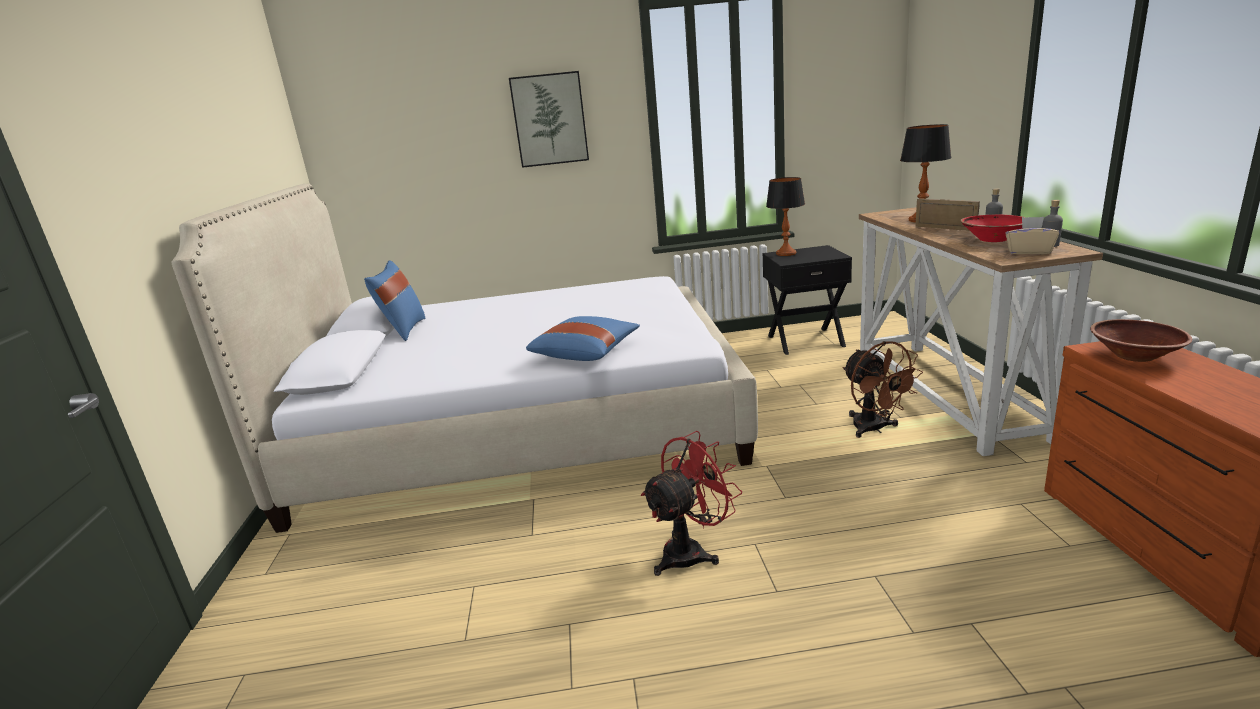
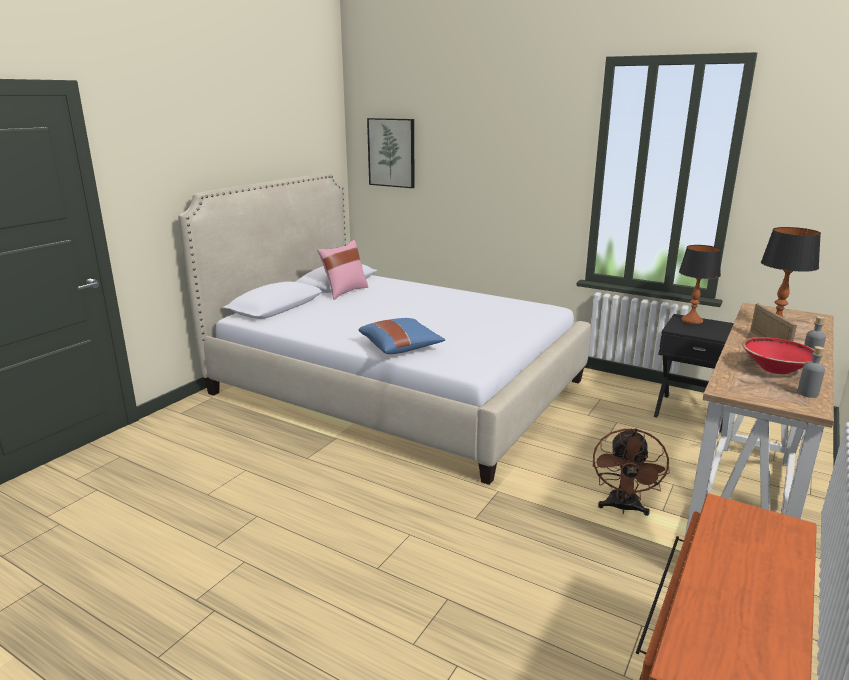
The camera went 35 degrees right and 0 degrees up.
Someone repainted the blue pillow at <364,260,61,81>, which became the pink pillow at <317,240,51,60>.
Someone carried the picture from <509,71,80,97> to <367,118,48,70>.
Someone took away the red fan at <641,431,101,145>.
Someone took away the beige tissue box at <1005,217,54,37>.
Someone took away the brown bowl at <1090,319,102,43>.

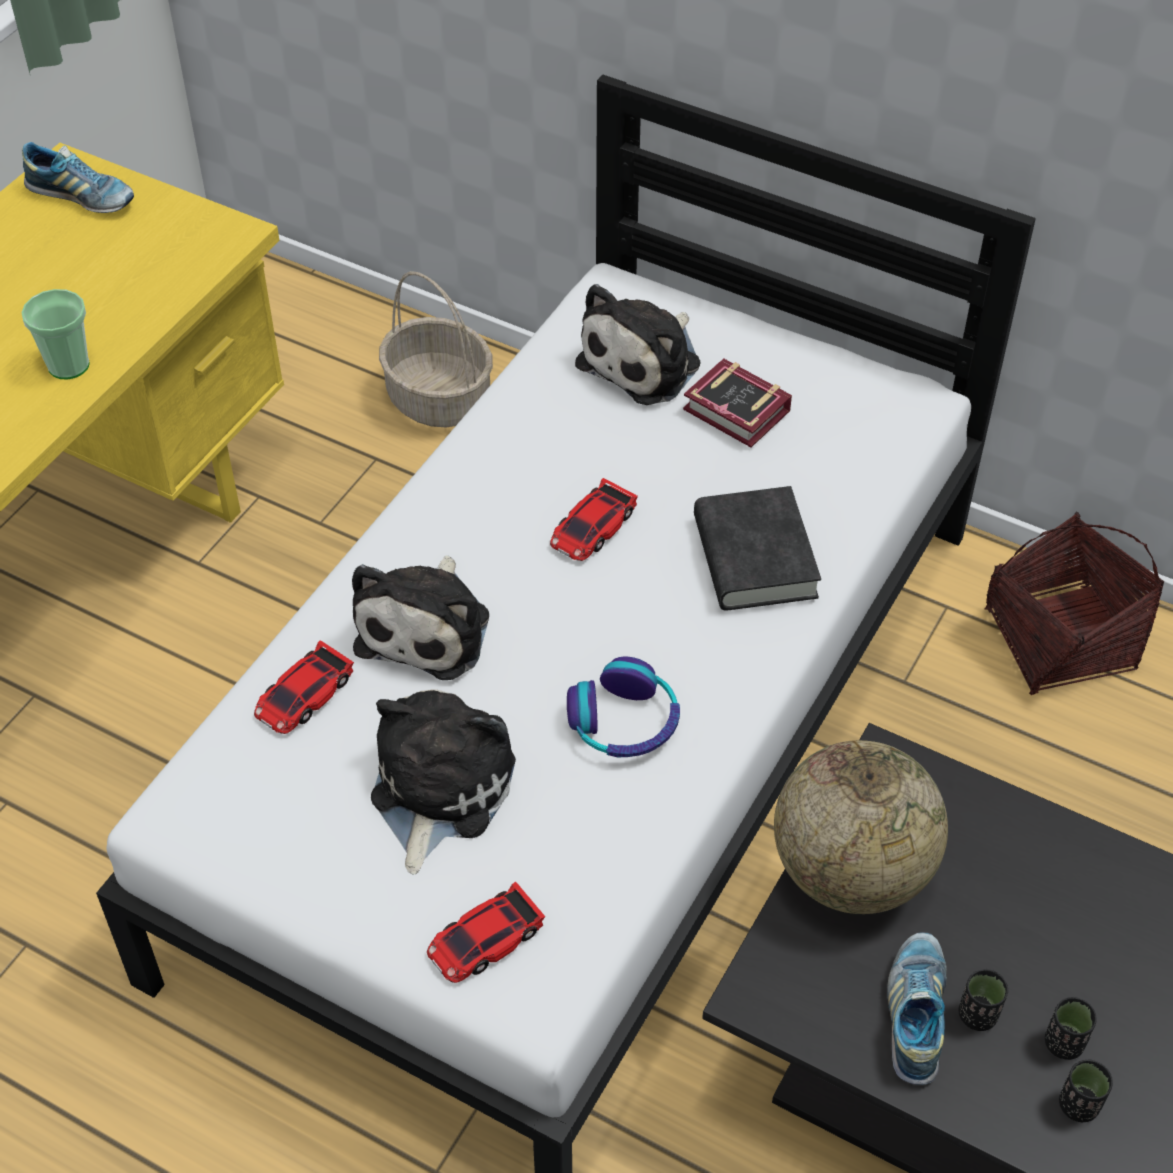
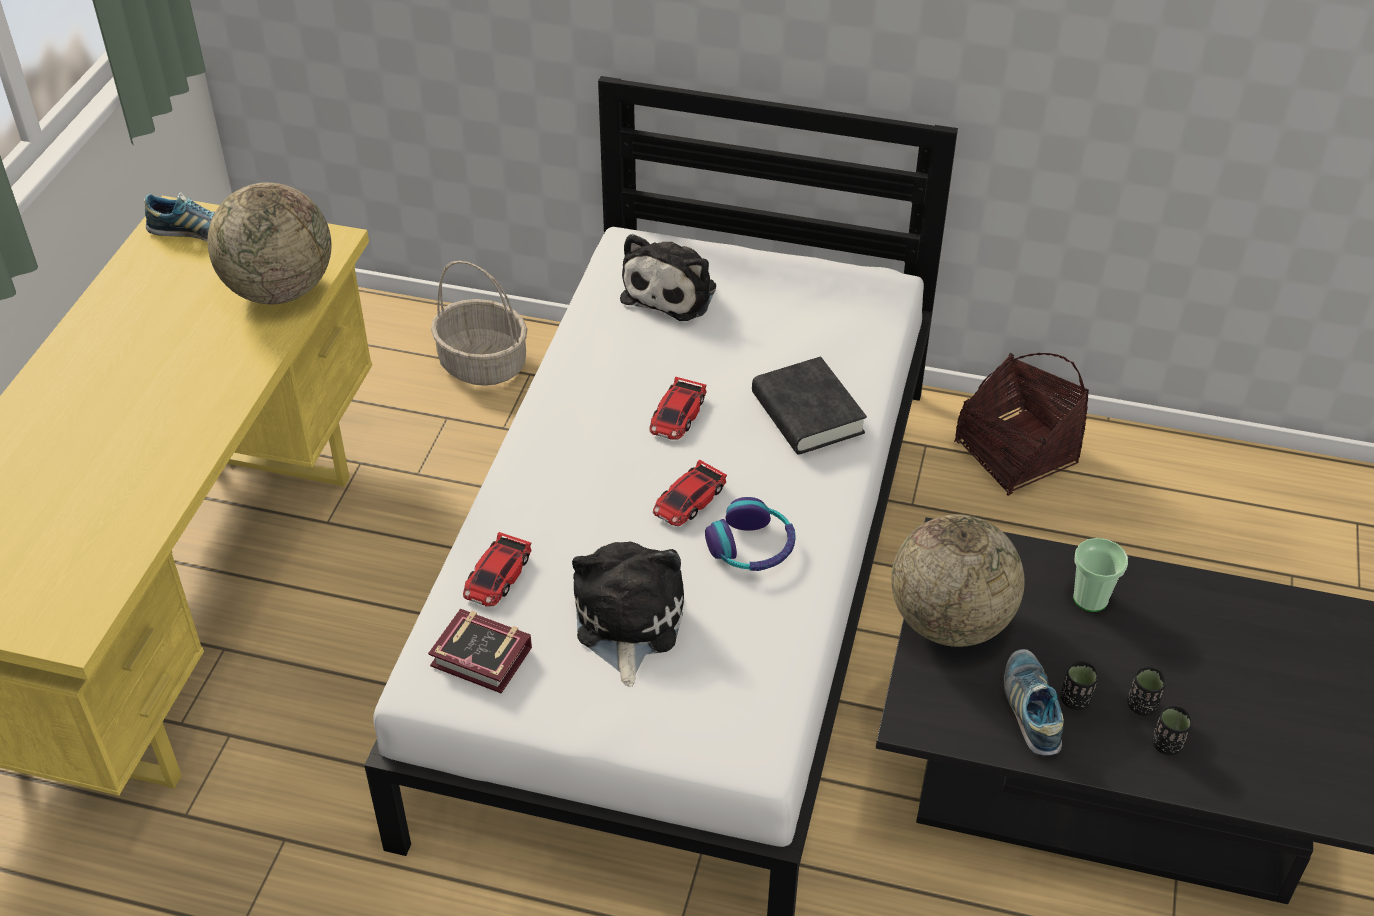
The camera went 15 degrees left and 5 degrees down.
Someone carried the cup from <21,289,69,90> to <1073,538,55,74>.
Someone took away the plush toy at <352,556,137,124>.
Someone carried the toy car from <427,882,118,101> to <653,460,74,66>.
Someone carried the book from <683,358,109,89> to <428,609,104,85>.
Someone put down the globe at <207,182,124,122>.

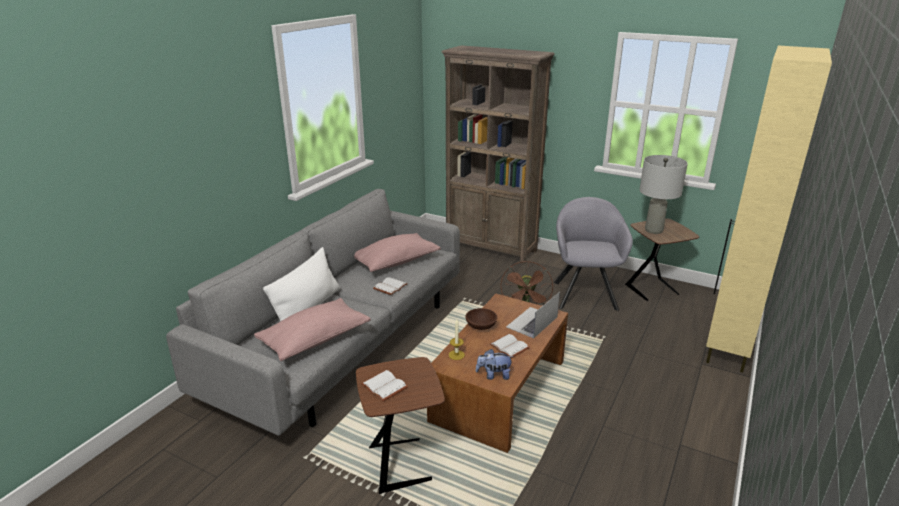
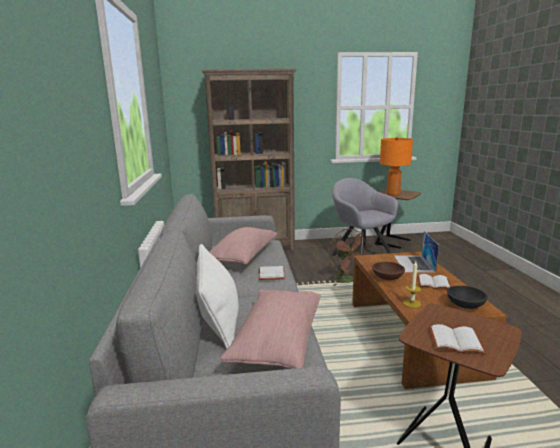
The camera went 35 degrees left and 10 degrees down.
Someone swapped the plush toy at <475,349,38,31> for the black bowl at <447,286,41,23>.
Someone repainted the grey table lamp at <639,155,49,79>, which became the orange table lamp at <380,137,33,59>.
Someone took away the beige cabinet at <706,45,126,328>.

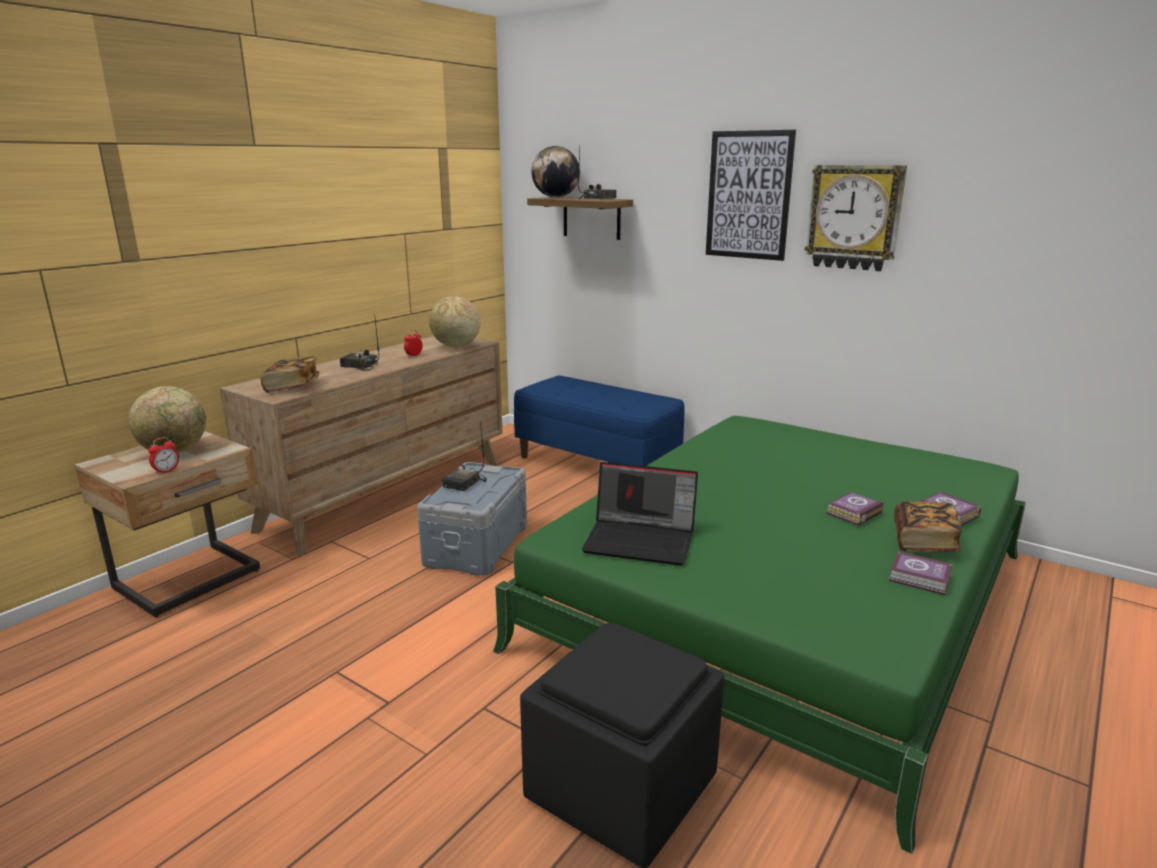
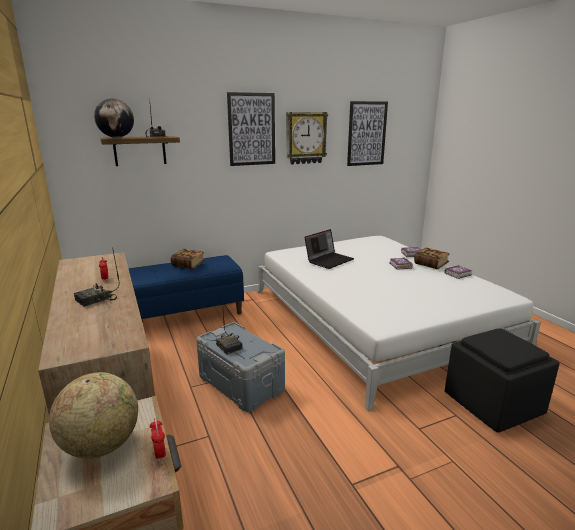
The camera went 60 degrees left and 0 degrees up.
Someone carried the book from <261,357,59,36> to <171,249,34,20>.
Someone took away the globe at <429,296,51,51>.
Someone repainted the green bed at <493,416,533,438>, which became the white bed at <257,236,284,175>.
Someone carried the laptop from <582,462,116,104> to <304,229,50,40>.
Someone put up the picture at <347,101,41,65>.

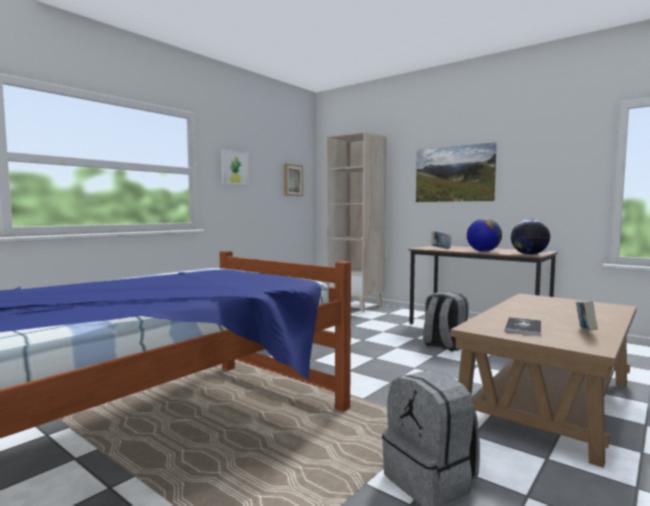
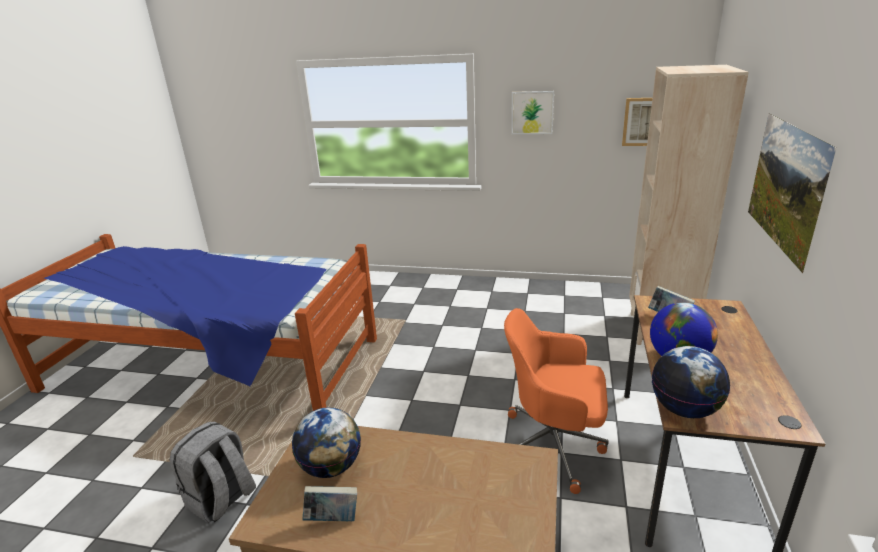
The camera went 65 degrees right and 20 degrees up.
Someone swapped the grey backpack at <423,291,46,60> for the orange office chair at <504,308,105,186>.
Someone swapped the book at <505,317,36,19> for the globe at <292,408,69,70>.

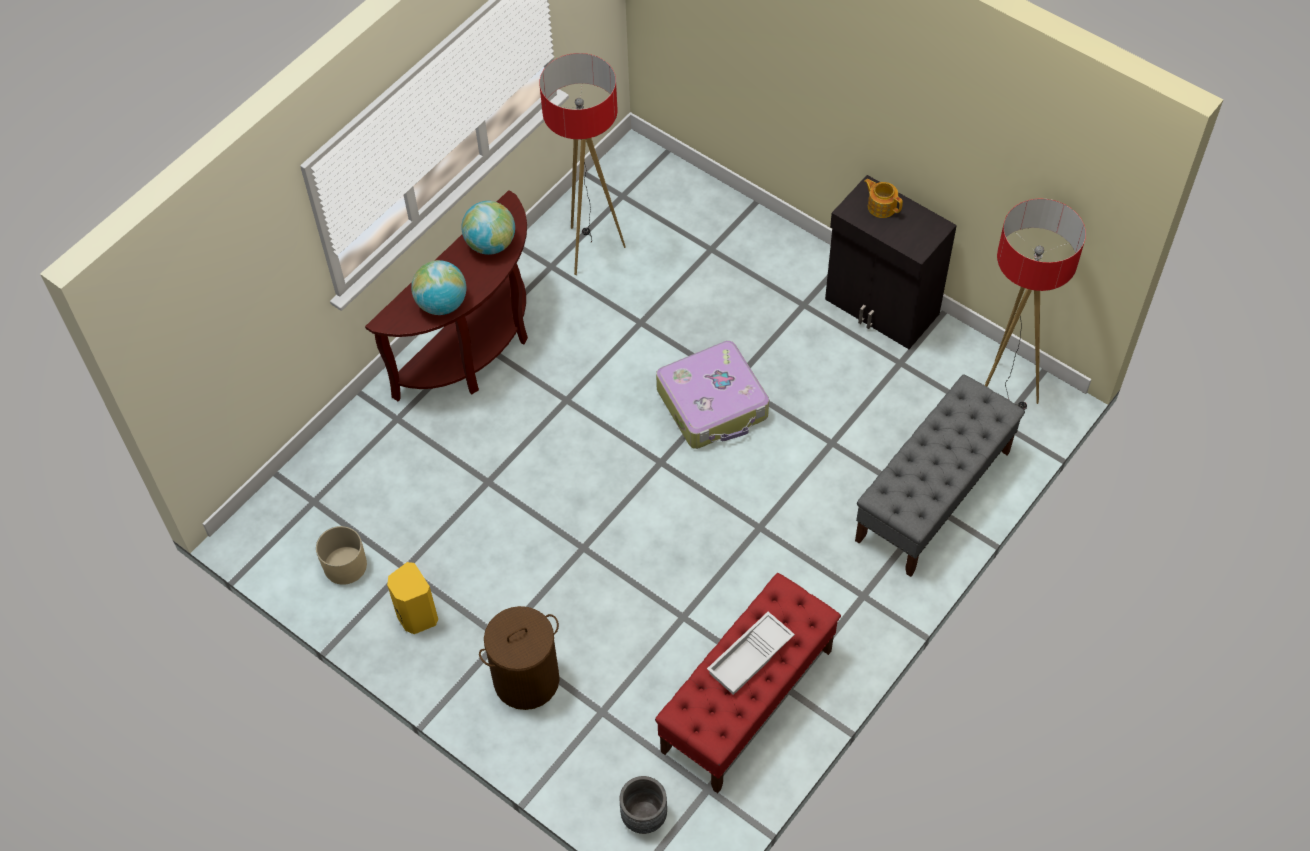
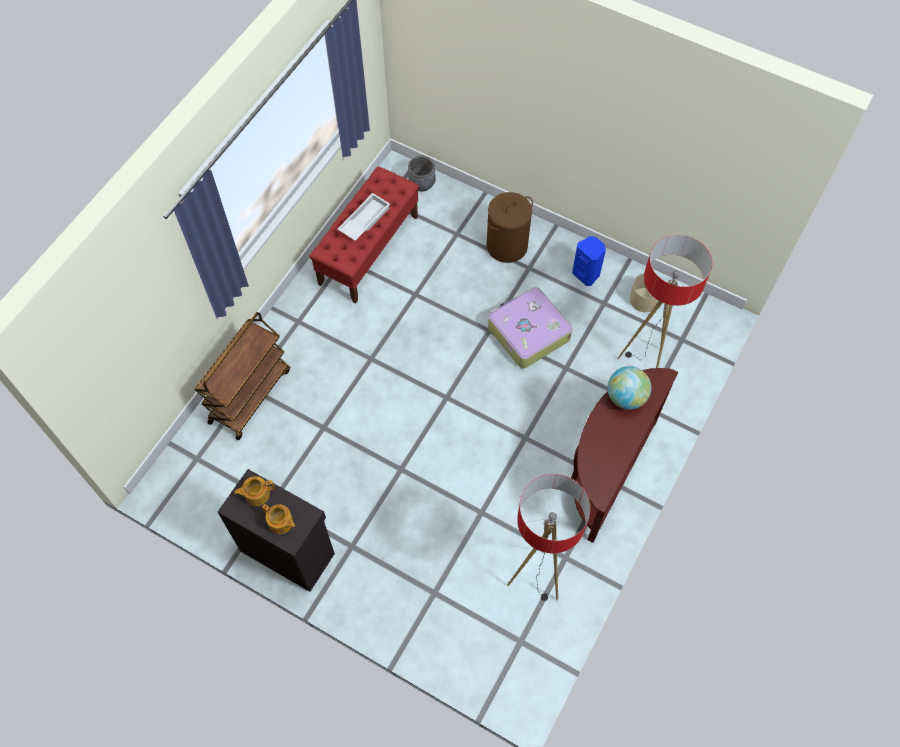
The camera went 170 degrees right and 5 degrees up.
Someone repainted the yellow speaker at <387,562,51,72>, which became the blue speaker at <572,236,34,50>.
Someone took away the globe at <462,201,53,54>.
Someone carried the suitcase from <656,341,113,108> to <488,287,84,81>.
Someone swapped the grey bench at <855,374,170,203> for the brown cart at <194,312,96,128>.
Someone carried the floor lamp from <985,199,101,211> to <617,235,95,133>.
Someone put down the teapot at <234,476,40,30>.

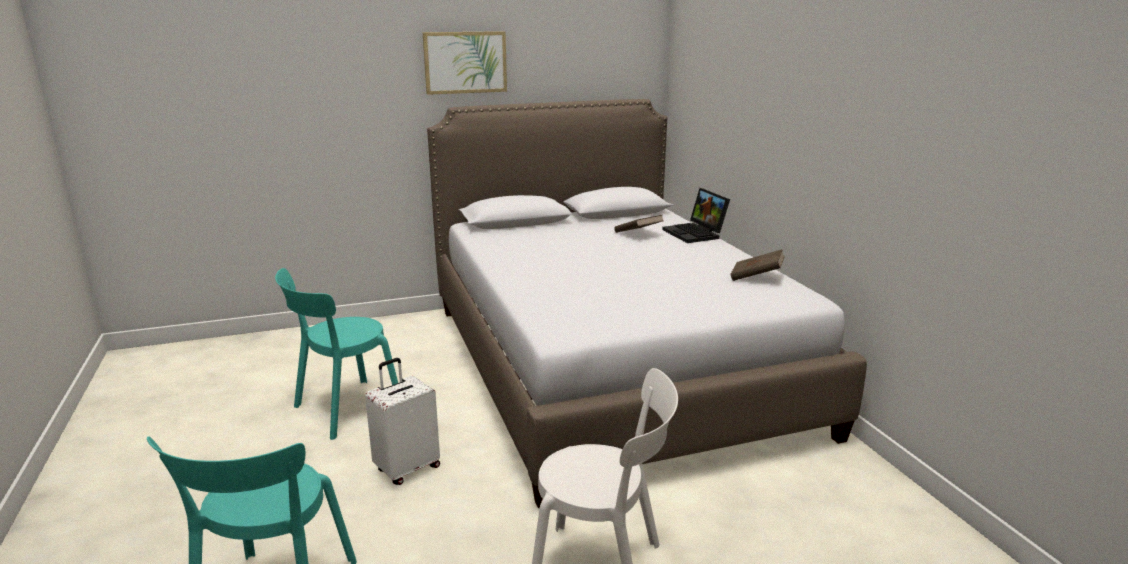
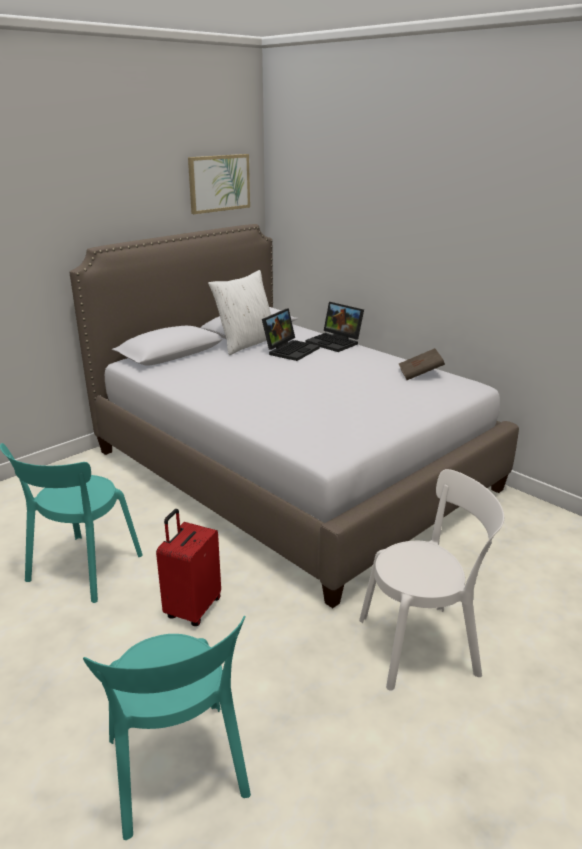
The camera went 25 degrees left and 5 degrees up.
Someone repainted the white suitcase at <365,358,75,127>, which became the red suitcase at <156,509,65,117>.
Someone carried the picture from <423,31,84,64> to <188,154,62,60>.
Someone swapped the brown book at <614,215,49,18> for the laptop at <262,308,58,53>.
Someone put down the white pillow at <208,270,63,85>.

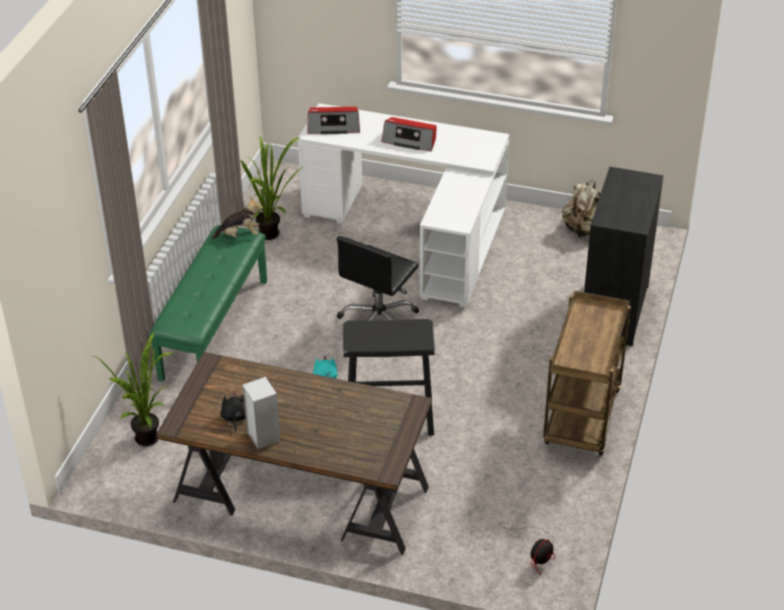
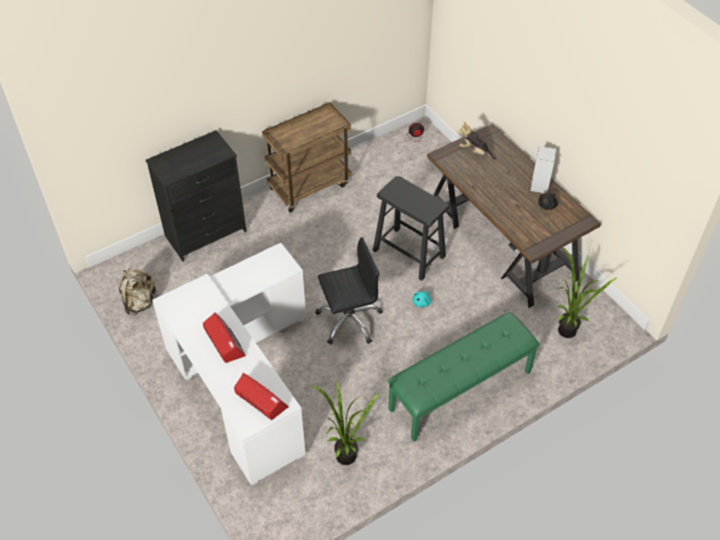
The camera went 140 degrees left and 10 degrees up.
Someone carried the plush toy from <211,197,52,42> to <458,122,38,38>.

